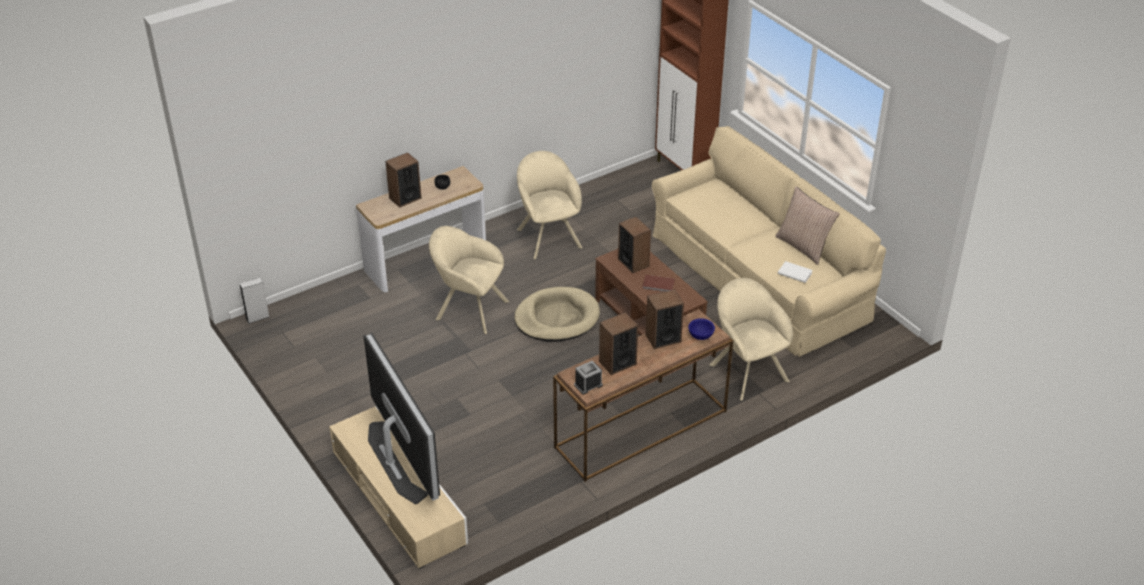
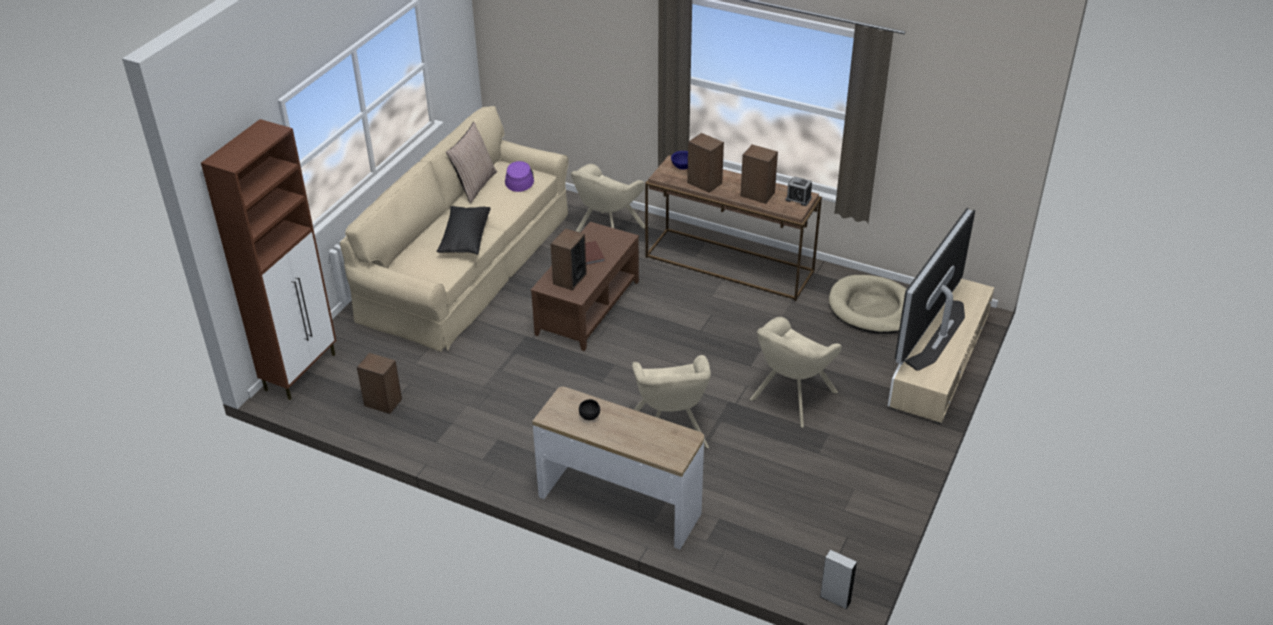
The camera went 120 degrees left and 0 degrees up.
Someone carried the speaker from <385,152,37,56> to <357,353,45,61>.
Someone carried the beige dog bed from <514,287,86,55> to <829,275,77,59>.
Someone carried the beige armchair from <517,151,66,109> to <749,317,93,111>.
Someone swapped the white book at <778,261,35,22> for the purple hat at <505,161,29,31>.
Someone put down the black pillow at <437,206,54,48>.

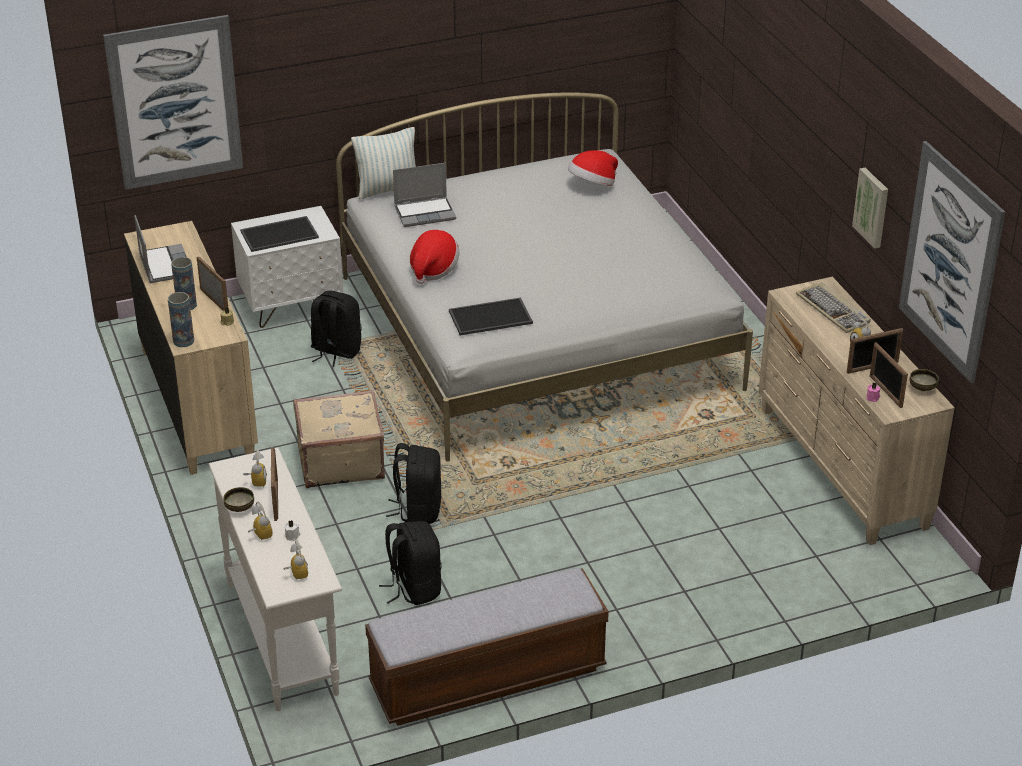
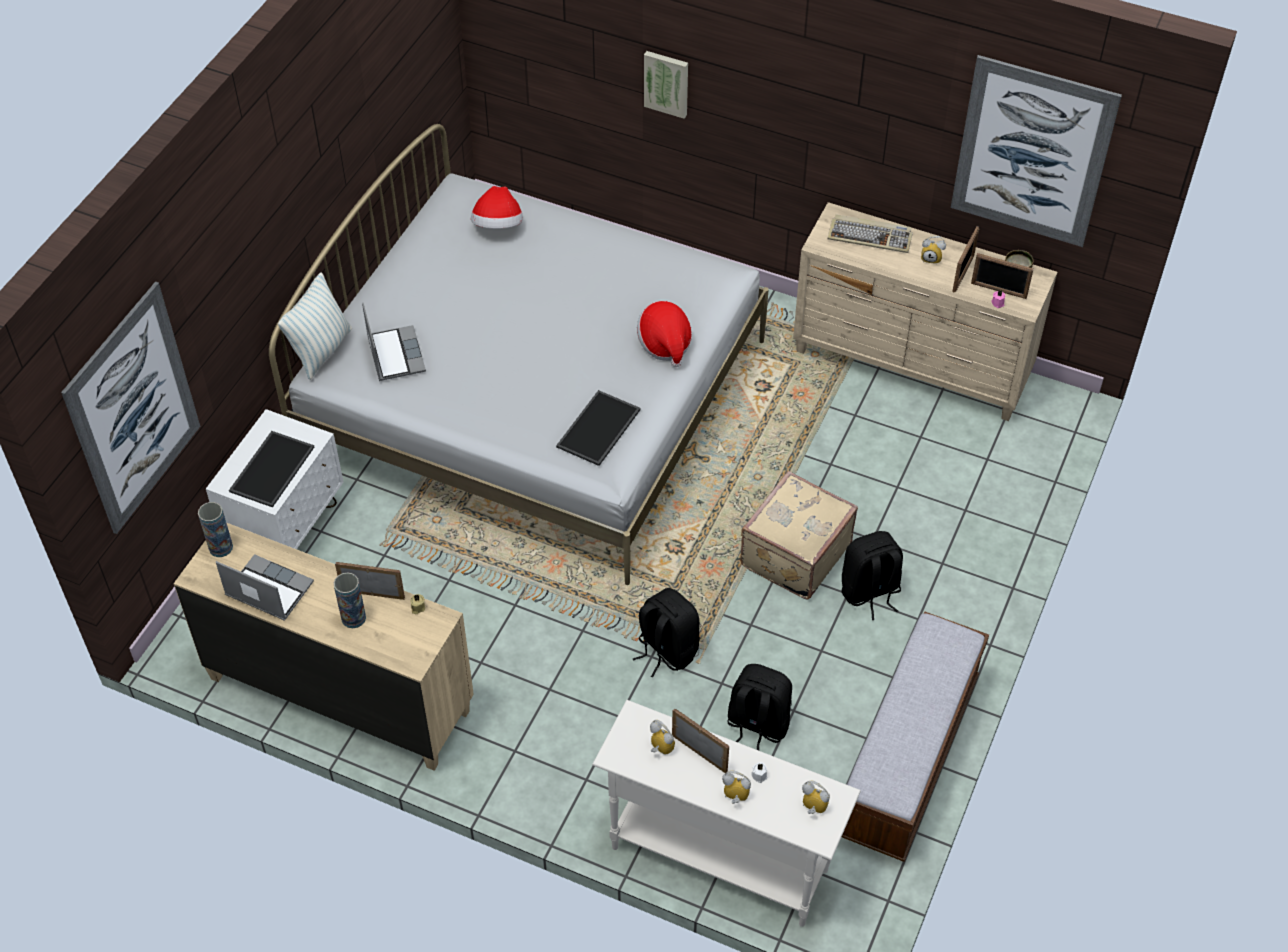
The camera went 45 degrees left and 15 degrees up.
Someone carried the vase from <168,292,26,55> to <198,502,35,55>.
Someone took away the bowl at <223,487,31,25>.
Someone carried the beige suitcase from <293,390,92,98> to <740,471,118,129>.
Someone carried the black backpack from <311,290,51,77> to <842,531,61,89>.
Someone rotated the laptop at <393,163,63,64> by 45 degrees counterclockwise.
Someone carried the hat from <410,230,49,54> to <637,301,55,66>.
Someone carried the picture from <852,168,36,81> to <644,51,44,68>.

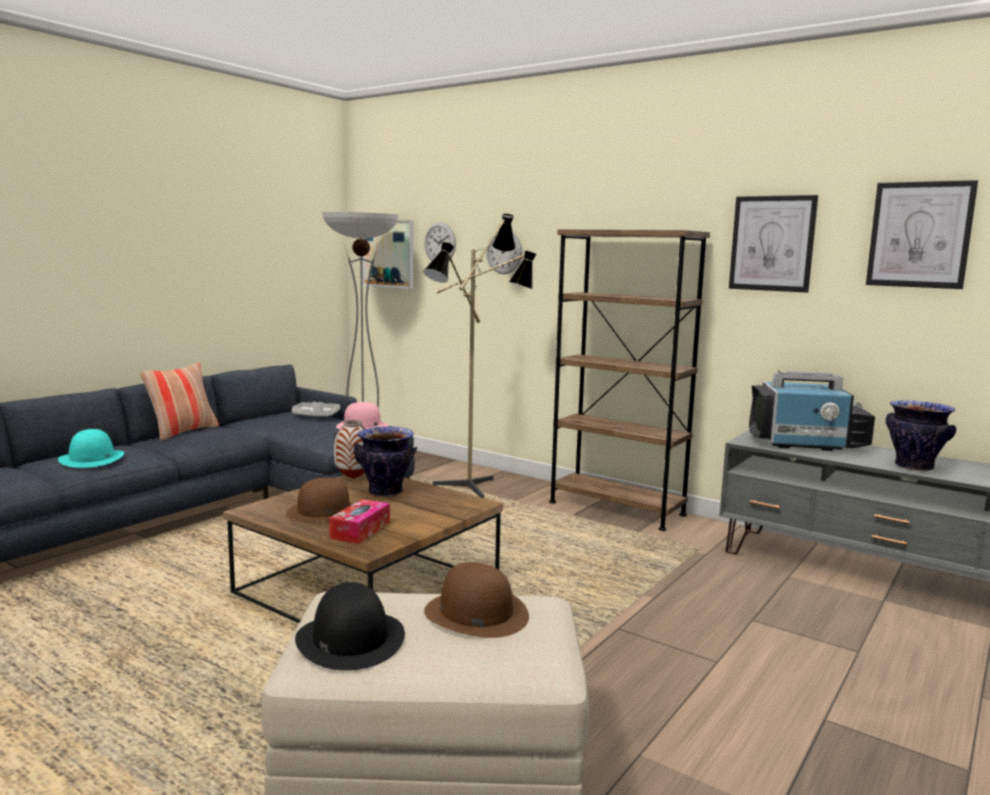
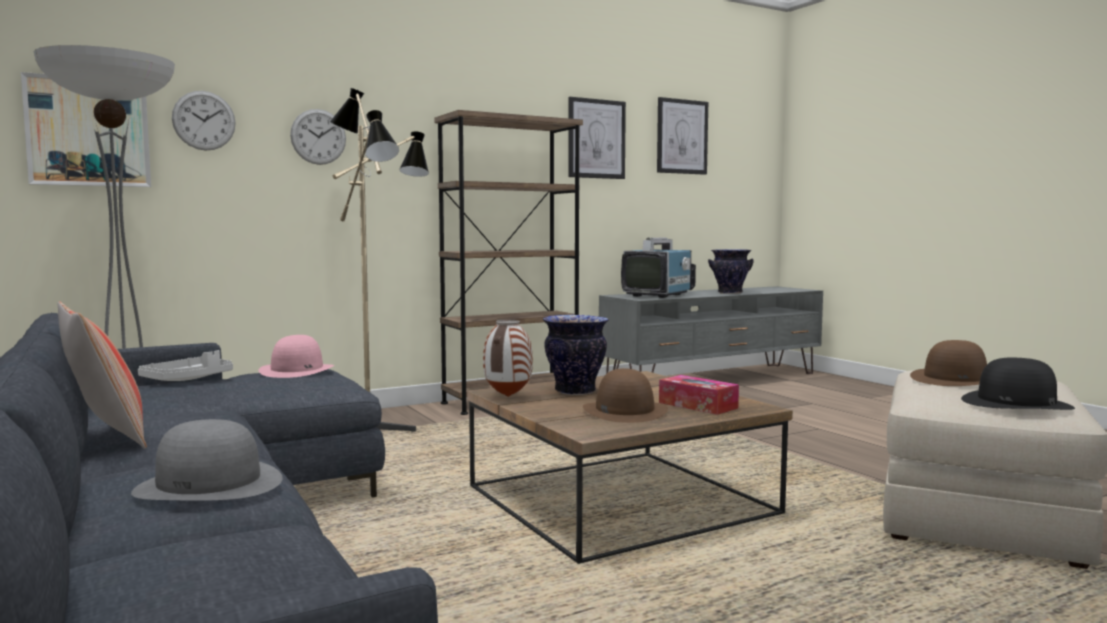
The camera went 65 degrees left and 5 degrees down.
Someone repainted the turquoise hat at <58,429,66,39>, which became the grey hat at <131,419,152,82>.

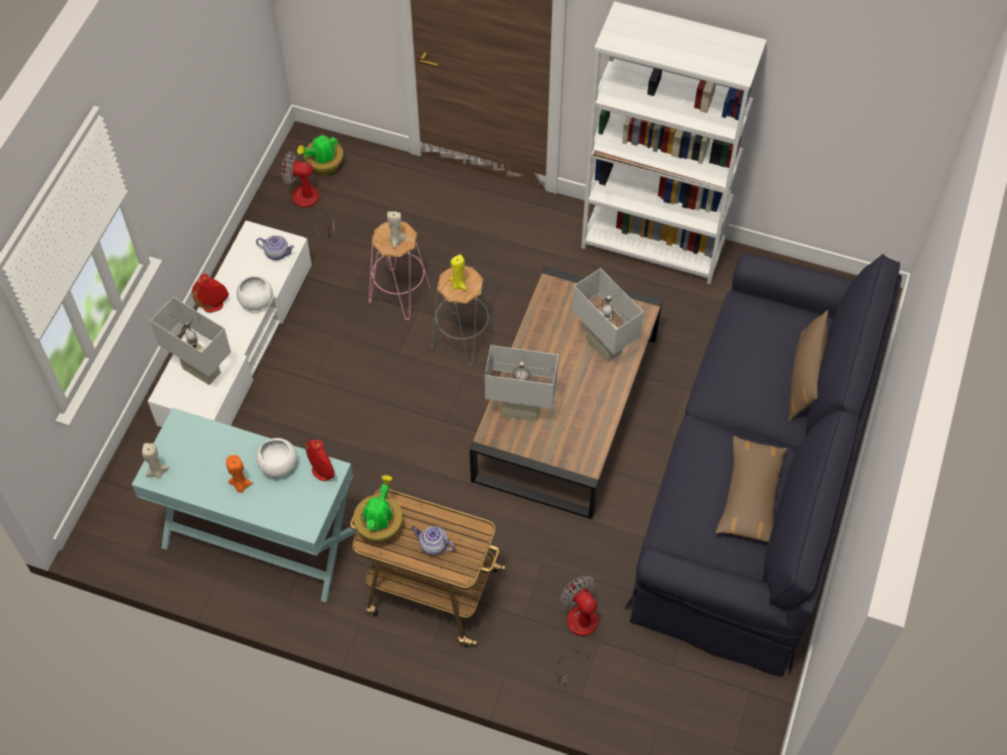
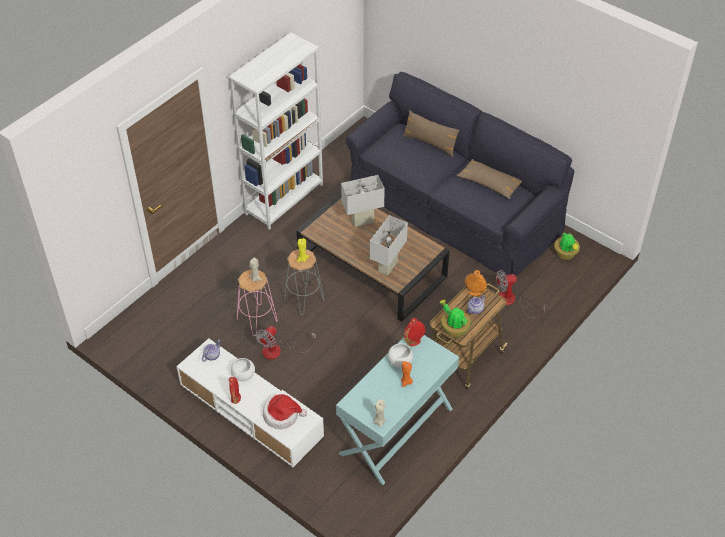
The camera went 70 degrees left and 10 degrees down.
Someone swapped the white table lamp at <150,297,81,88> for the hat at <263,394,44,35>.
Someone carried the fan from <282,151,53,87> to <255,326,61,33>.
Someone carried the potted plant from <297,134,47,41> to <554,233,26,27>.
Someone put down the orange vase at <465,270,22,27>.

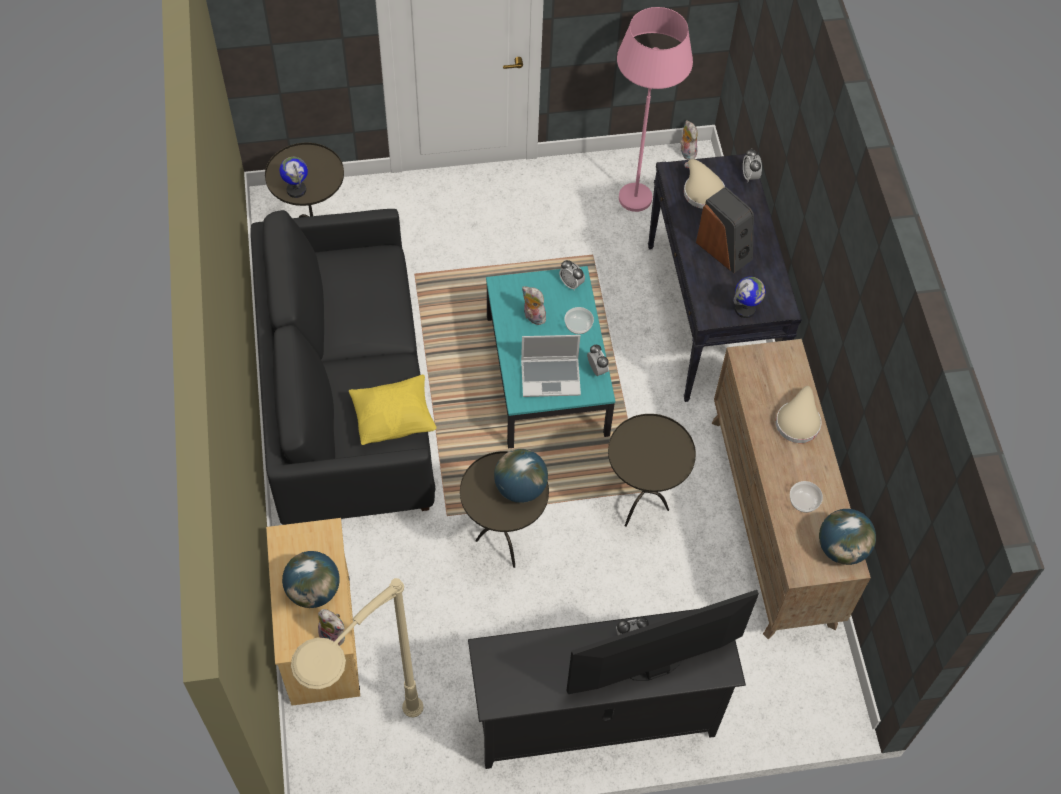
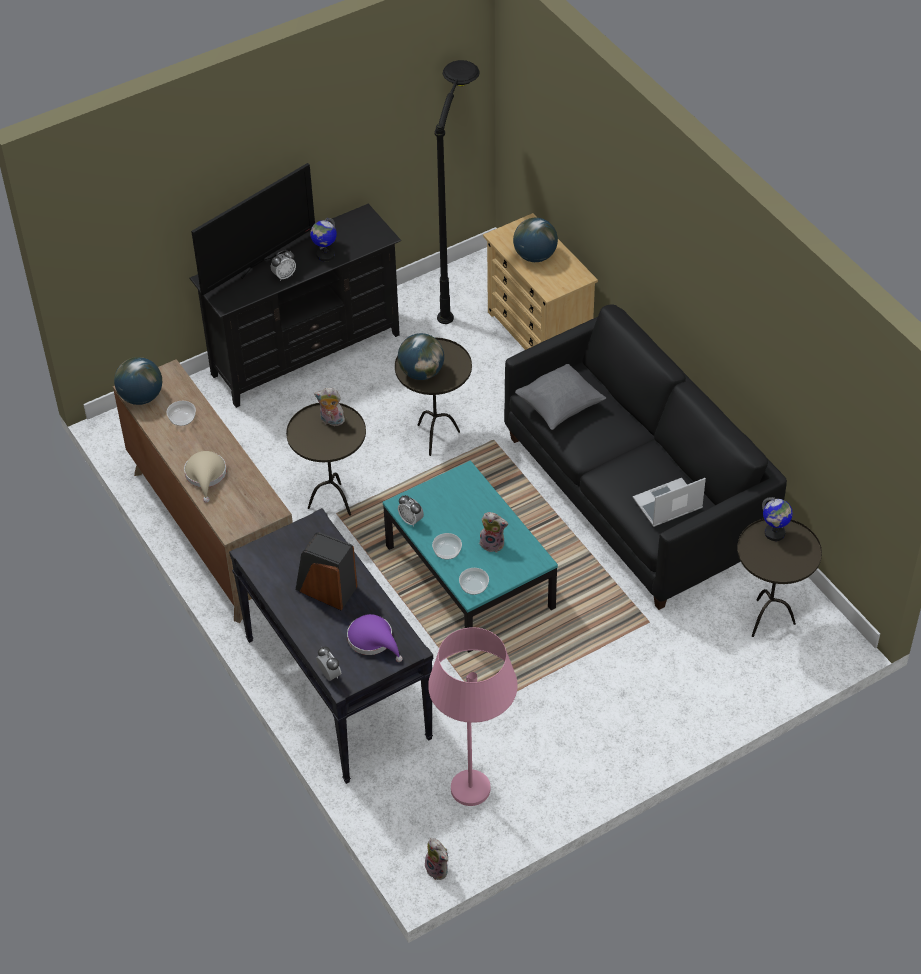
The camera went 160 degrees right and 10 degrees down.
Someone repainted the beige floor lamp at <291,578,133,139>, which became the black floor lamp at <435,60,45,264>.
Someone carried the plush toy from <317,609,28,37> to <314,388,32,38>.
Someone repainted the yellow pillow at <349,374,87,71>, which became the grey pillow at <515,364,91,66>.
Someone carried the laptop from <521,335,60,62> to <633,478,73,49>.
Someone swapped the alarm clock at <559,260,26,30> for the bowl at <459,568,30,27>.
Someone repainted the beige hat at <684,159,41,50>, which became the purple hat at <347,614,56,48>.
Someone carried the globe from <733,277,32,41> to <310,218,27,43>.

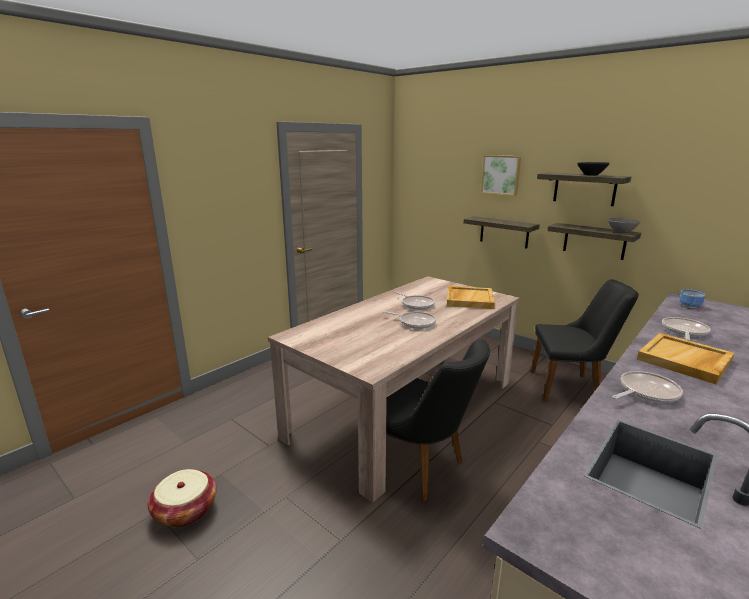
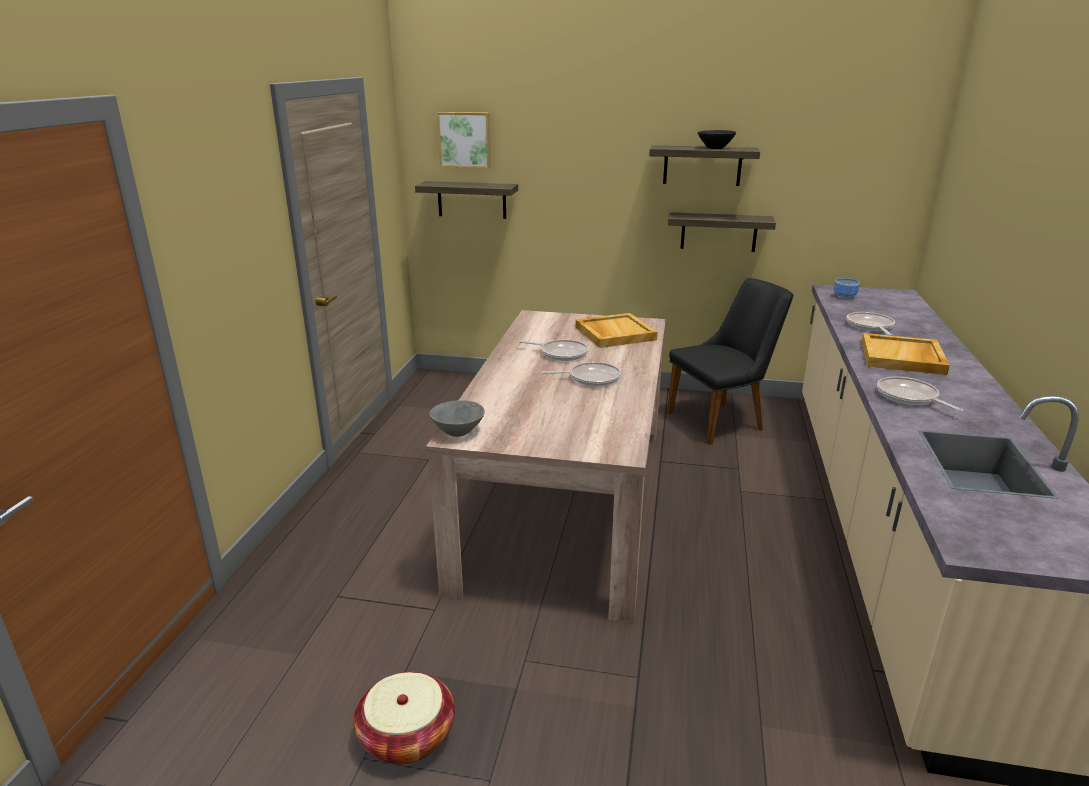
The camera went 30 degrees left and 5 degrees up.
Someone took away the black chair at <386,339,104,163>.
Someone carried the shelf from <464,216,76,32> to <415,181,103,38>.
Someone carried the picture from <481,155,40,41> to <437,112,54,56>.
Someone carried the grey bowl from <607,218,33,15> to <429,400,56,37>.
Someone rotated the frying pan at <612,371,71,32> by 60 degrees counterclockwise.

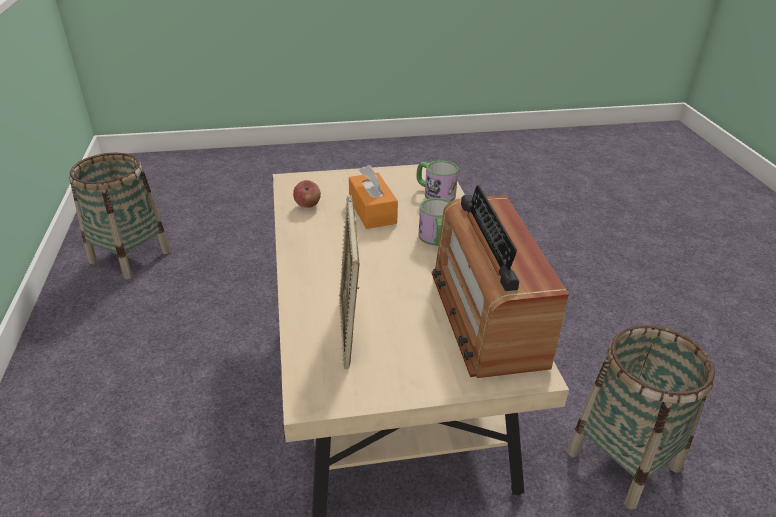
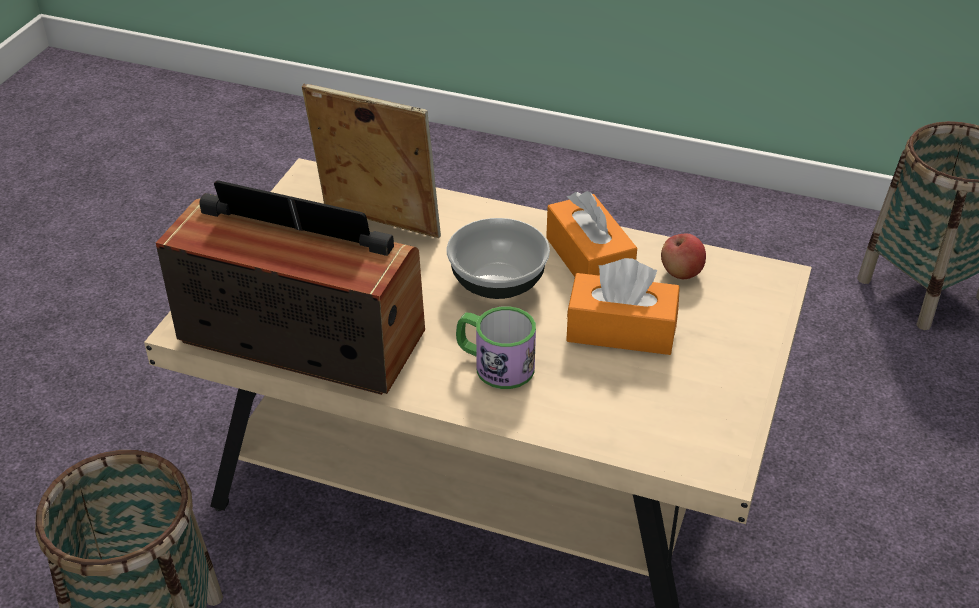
The camera went 120 degrees right and 5 degrees up.
Someone took away the mug at <416,160,42,41>.
Someone put down the bowl at <447,218,103,81>.
Someone put down the orange tissue box at <546,191,91,86>.

